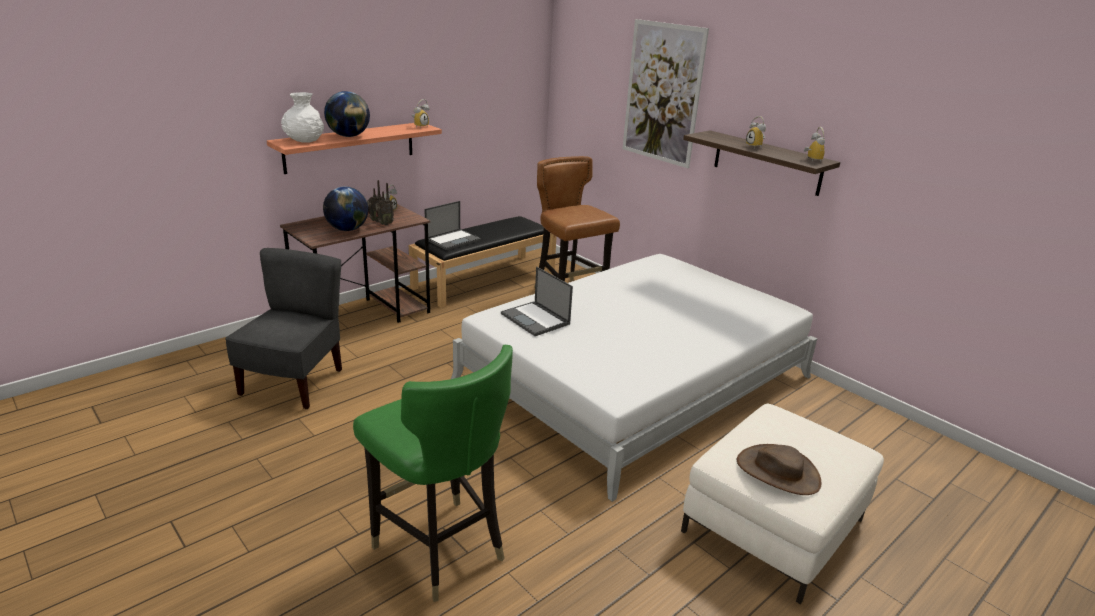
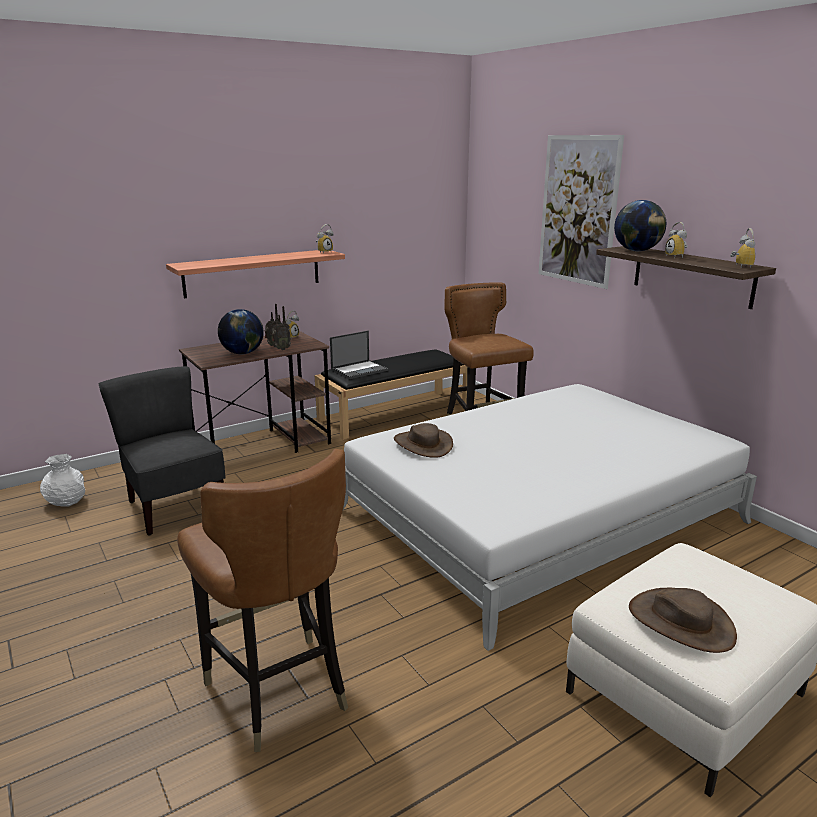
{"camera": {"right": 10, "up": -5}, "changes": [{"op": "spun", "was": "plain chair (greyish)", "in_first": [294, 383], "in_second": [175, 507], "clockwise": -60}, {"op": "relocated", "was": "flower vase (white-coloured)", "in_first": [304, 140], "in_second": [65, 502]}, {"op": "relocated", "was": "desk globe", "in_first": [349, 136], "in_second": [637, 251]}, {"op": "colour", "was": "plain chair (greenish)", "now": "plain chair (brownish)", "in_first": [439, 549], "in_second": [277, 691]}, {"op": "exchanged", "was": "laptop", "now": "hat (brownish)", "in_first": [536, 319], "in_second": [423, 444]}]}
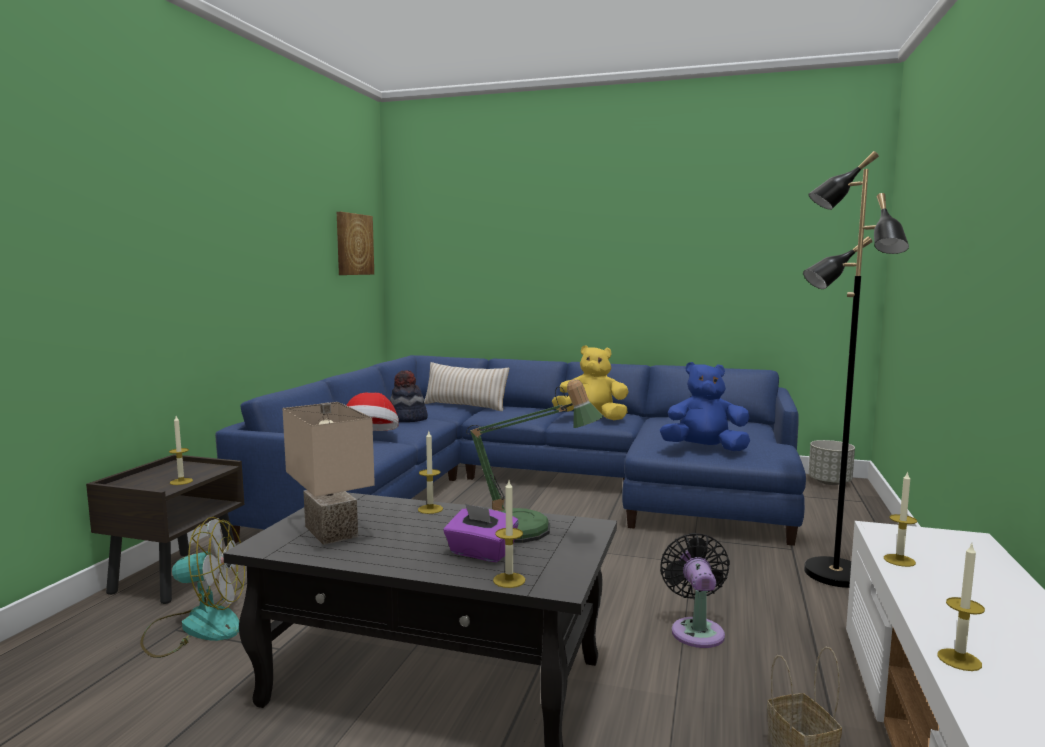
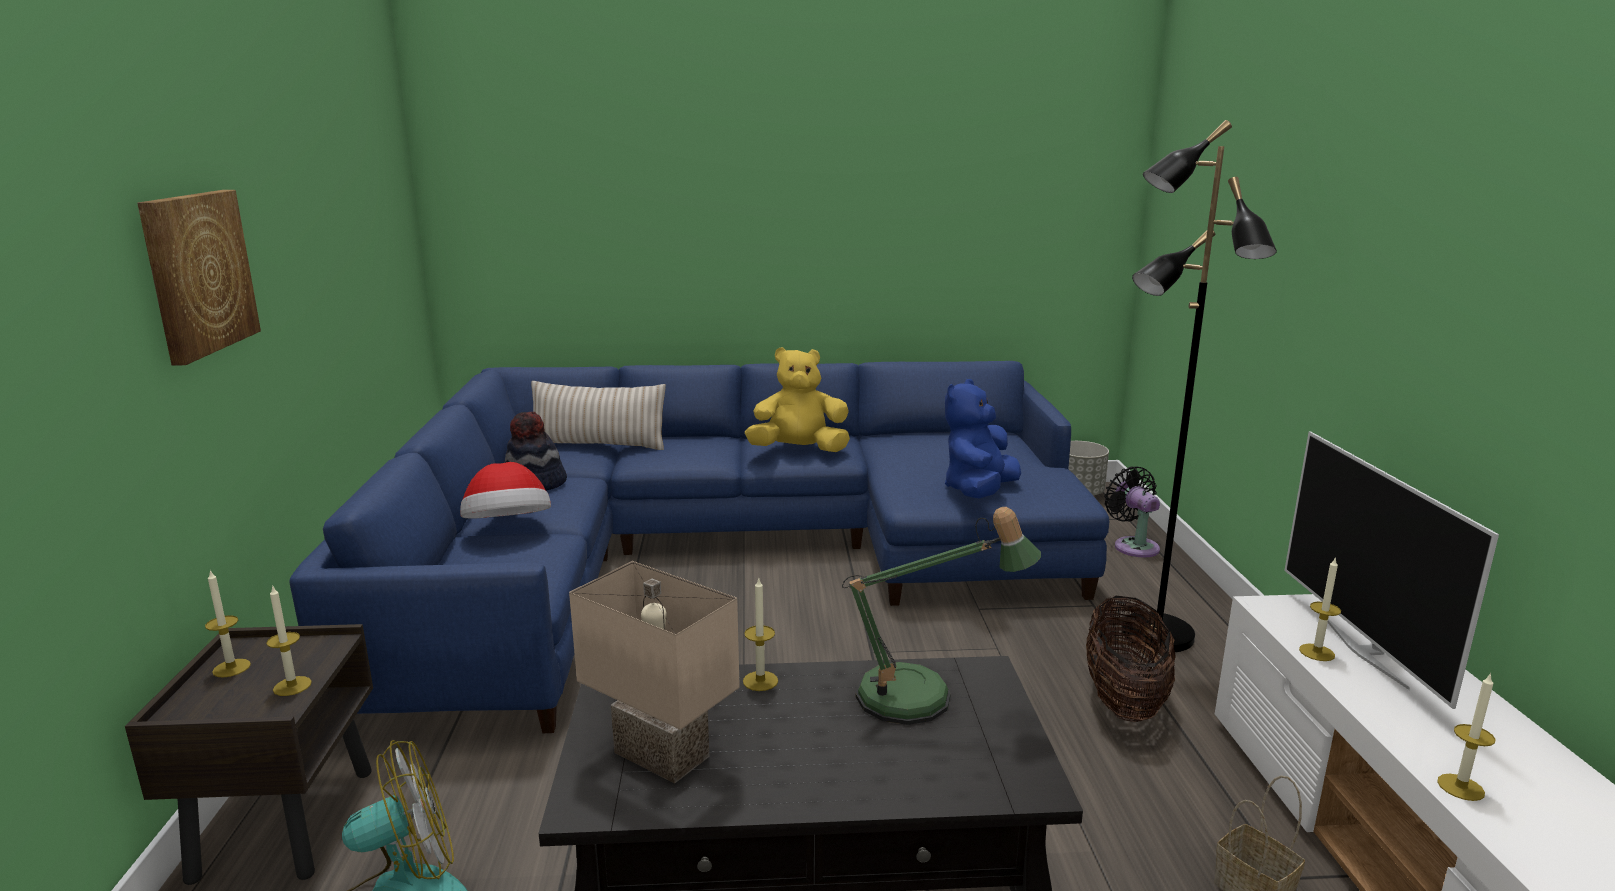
{"camera": {"right": -20, "up": 10}, "changes": [{"op": "relocated", "was": "picture", "in_first": [353, 244], "in_second": [197, 273]}, {"op": "missing", "was": "box of tissues (purplish)", "in_first": [480, 553]}, {"op": "relocated", "was": "candle", "in_first": [509, 580], "in_second": [231, 668]}, {"op": "spun", "was": "cuddly toy (blue-coloured)", "in_first": [704, 449], "in_second": [979, 491], "clockwise": -45}, {"op": "relocated", "was": "electric fan (black)", "in_first": [696, 630], "in_second": [1133, 546]}, {"op": "appeared", "now": "basket", "in_second": [1123, 699]}, {"op": "appeared", "now": "TV set", "in_second": [1365, 651]}]}
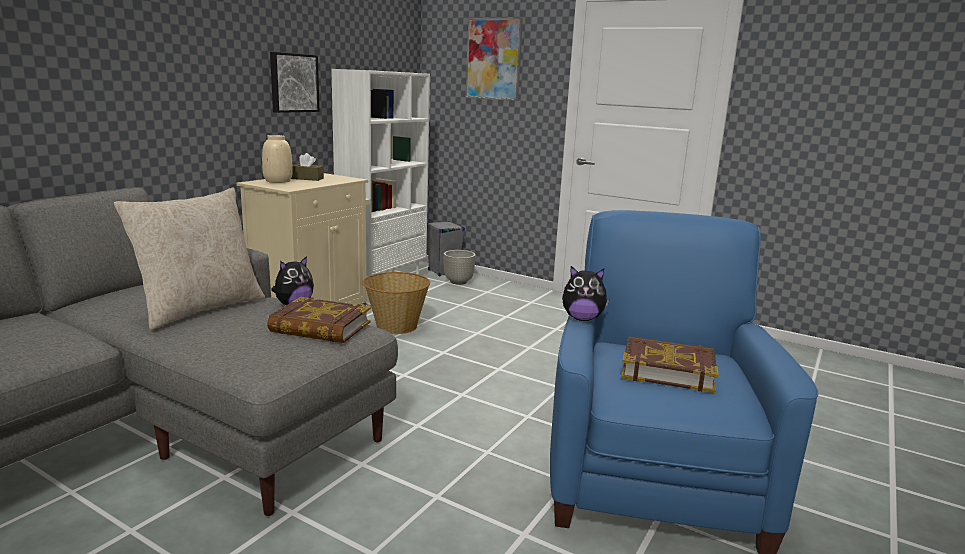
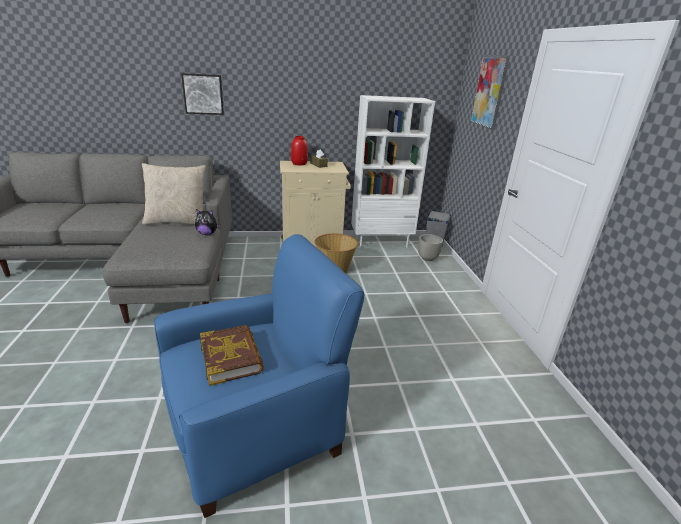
{"camera": {"right": 50, "up": 10}, "changes": [{"op": "colour", "was": "flower vase (beige)", "now": "flower vase (reddish)", "in_first": [277, 181], "in_second": [299, 163]}, {"op": "missing", "was": "book", "in_first": [320, 327]}, {"op": "relocated", "was": "picture", "in_first": [293, 83], "in_second": [203, 94]}, {"op": "missing", "was": "cuddly toy", "in_first": [582, 318]}]}
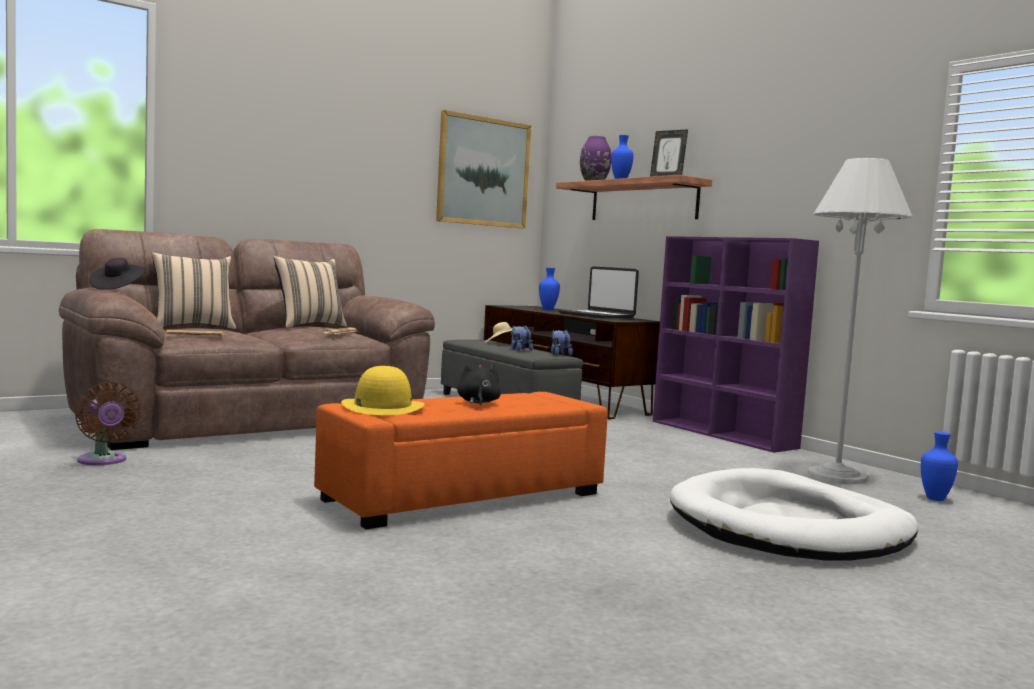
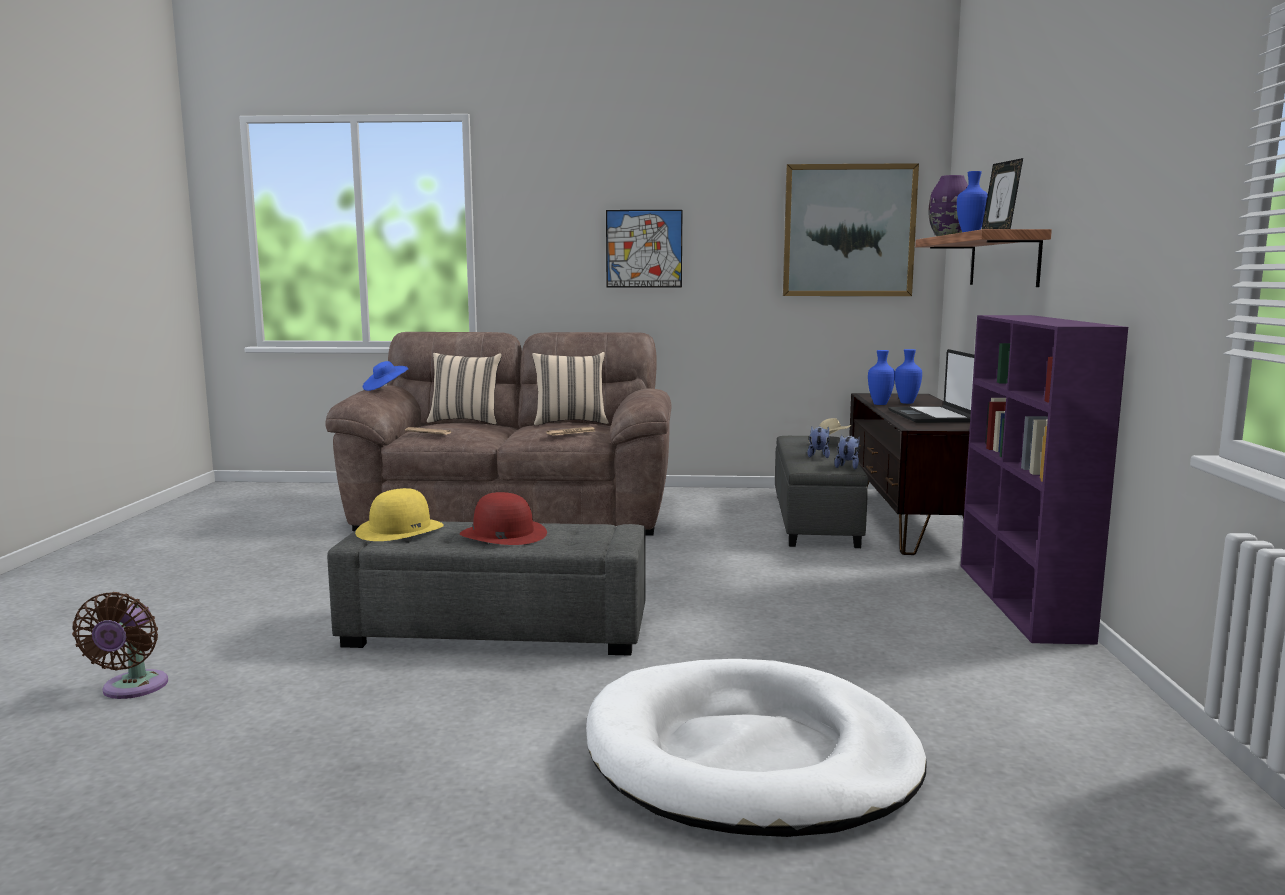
{"camera": {"right": 40, "up": 5}, "changes": [{"op": "relocated", "was": "electric fan (brownish)", "in_first": [103, 461], "in_second": [132, 689]}, {"op": "colour", "was": "hat (black)", "now": "hat (blue-coloured)", "in_first": [117, 288], "in_second": [385, 388]}, {"op": "colour", "was": "ottoman (orange-coloured)", "now": "ottoman (greyish)", "in_first": [464, 496], "in_second": [496, 630]}, {"op": "exchanged", "was": "cuddly toy (black)", "now": "hat (reddish)", "in_first": [478, 402], "in_second": [503, 534]}, {"op": "missing", "was": "floor lamp (white-coloured)", "in_first": [837, 476]}, {"op": "relocated", "was": "flower vase (blue-coloured)", "in_first": [936, 499], "in_second": [879, 404]}, {"op": "appeared", "now": "picture", "in_second": [644, 248]}]}
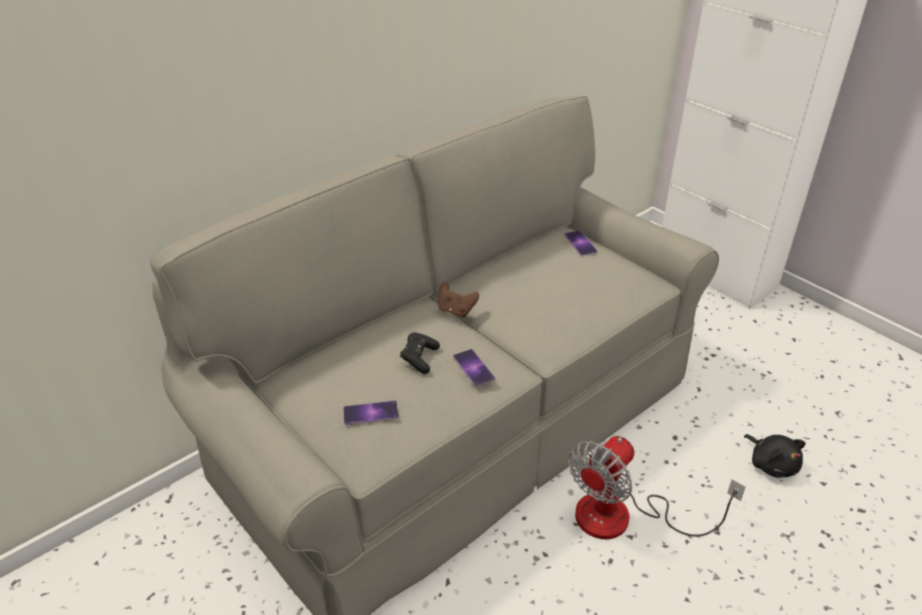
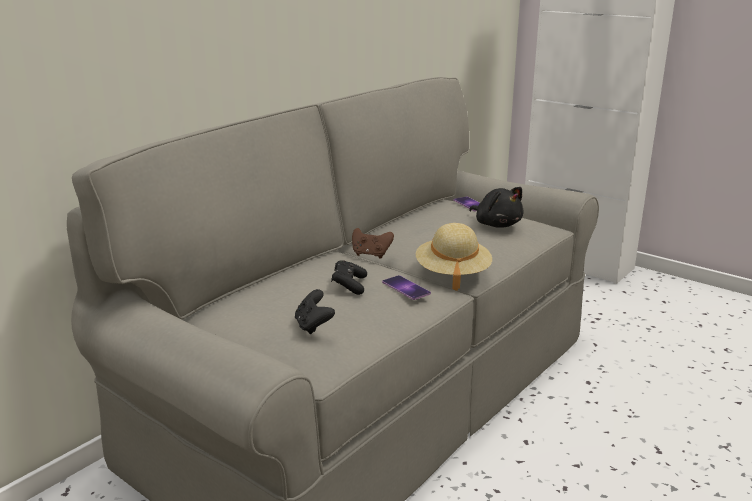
{"camera": {"right": -10, "up": -15}, "changes": [{"op": "exchanged", "was": "phone", "now": "gamepad (black)", "in_first": [370, 413], "in_second": [313, 326]}, {"op": "missing", "was": "electric fan", "in_first": [623, 518]}, {"op": "relocated", "was": "cuddly toy (black)", "in_first": [771, 464], "in_second": [496, 224]}, {"op": "appeared", "now": "hat (beige)", "in_second": [452, 274]}]}
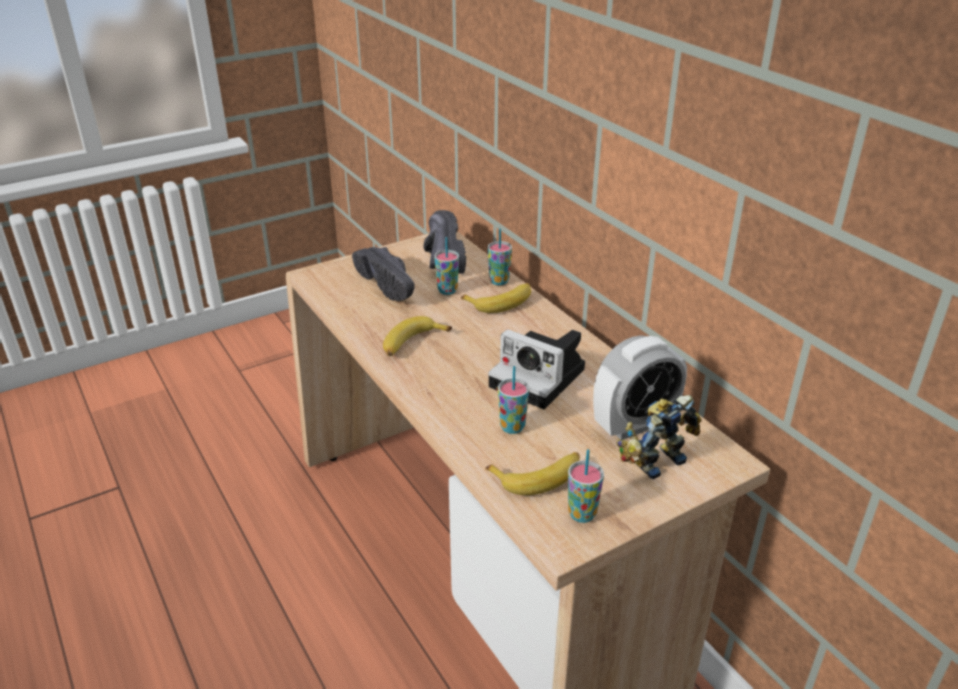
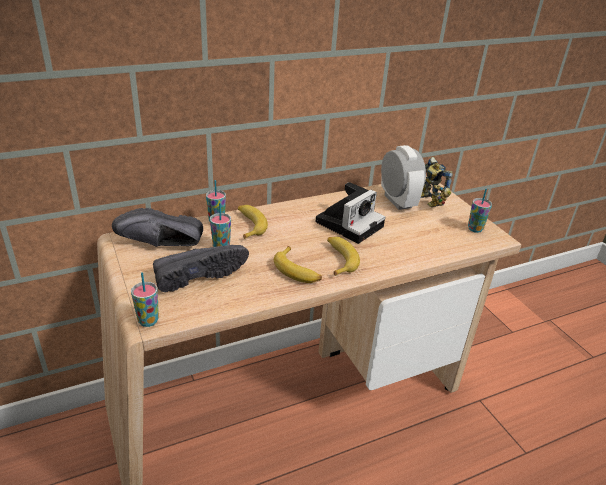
{"camera": {"right": -85, "up": 0}, "changes": [{"op": "relocated", "was": "banana fruit", "in_first": [538, 477], "in_second": [339, 259]}, {"op": "relocated", "was": "drinking cup", "in_first": [512, 427], "in_second": [148, 321]}]}
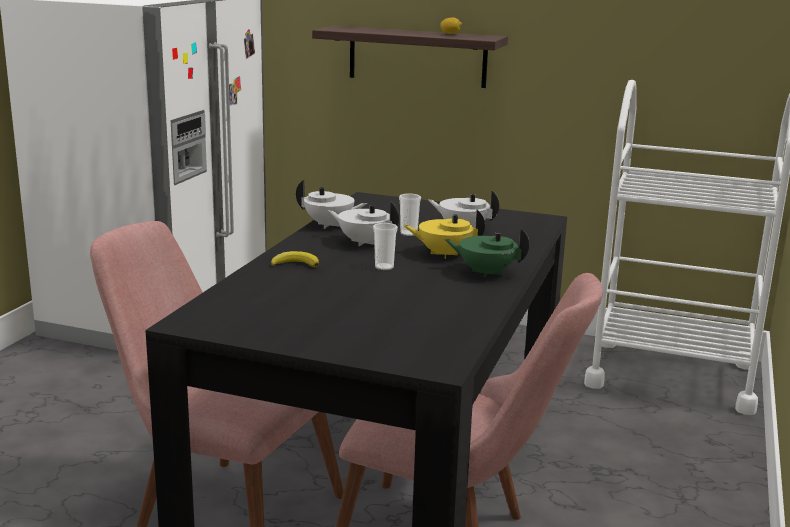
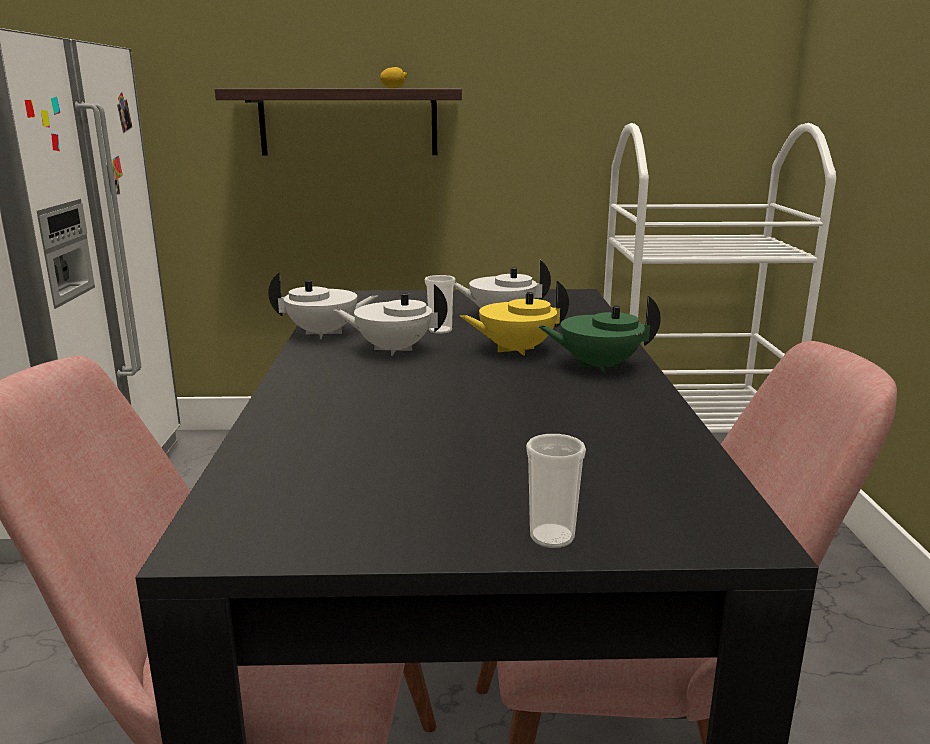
{"camera": {"right": -20, "up": 0}, "changes": [{"op": "missing", "was": "banana fruit", "in_first": [295, 264]}, {"op": "relocated", "was": "drinking cup", "in_first": [384, 267], "in_second": [552, 537]}]}
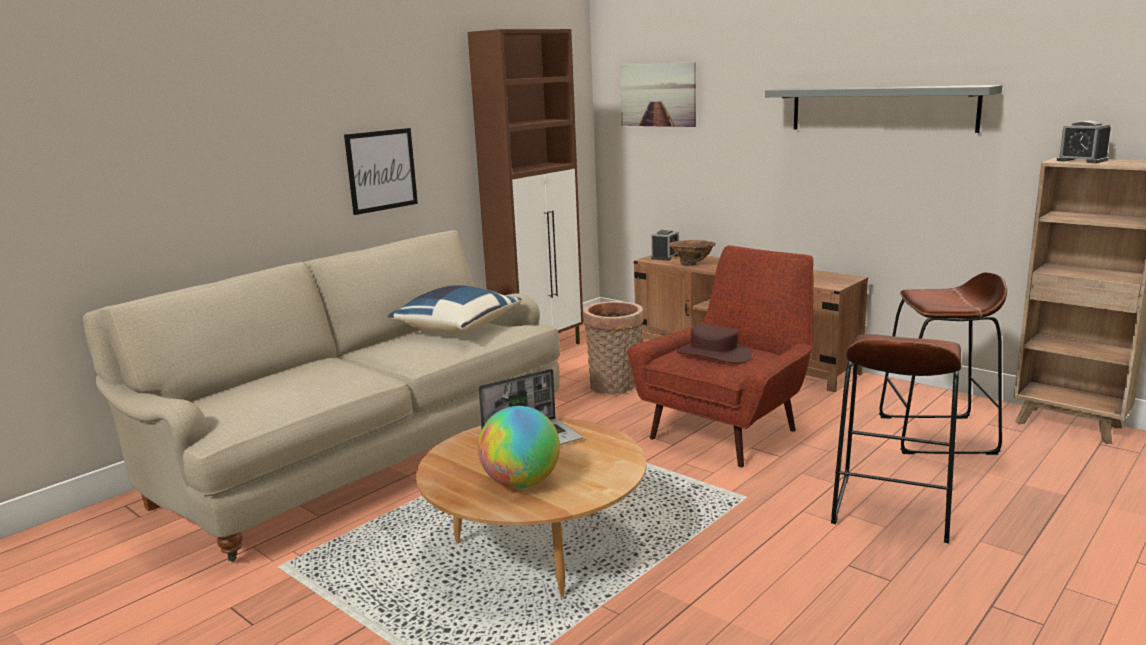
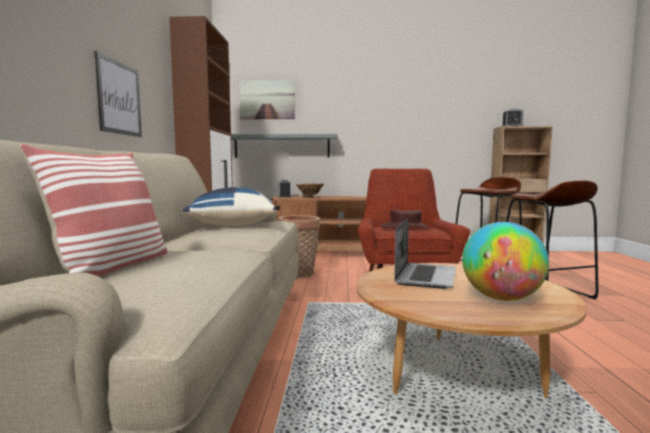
{"camera": {"right": -40, "up": -10}, "changes": [{"op": "relocated", "was": "wall shelf (greyish)", "in_first": [881, 109], "in_second": [282, 146]}, {"op": "appeared", "now": "throw pillow", "in_second": [112, 267]}]}
